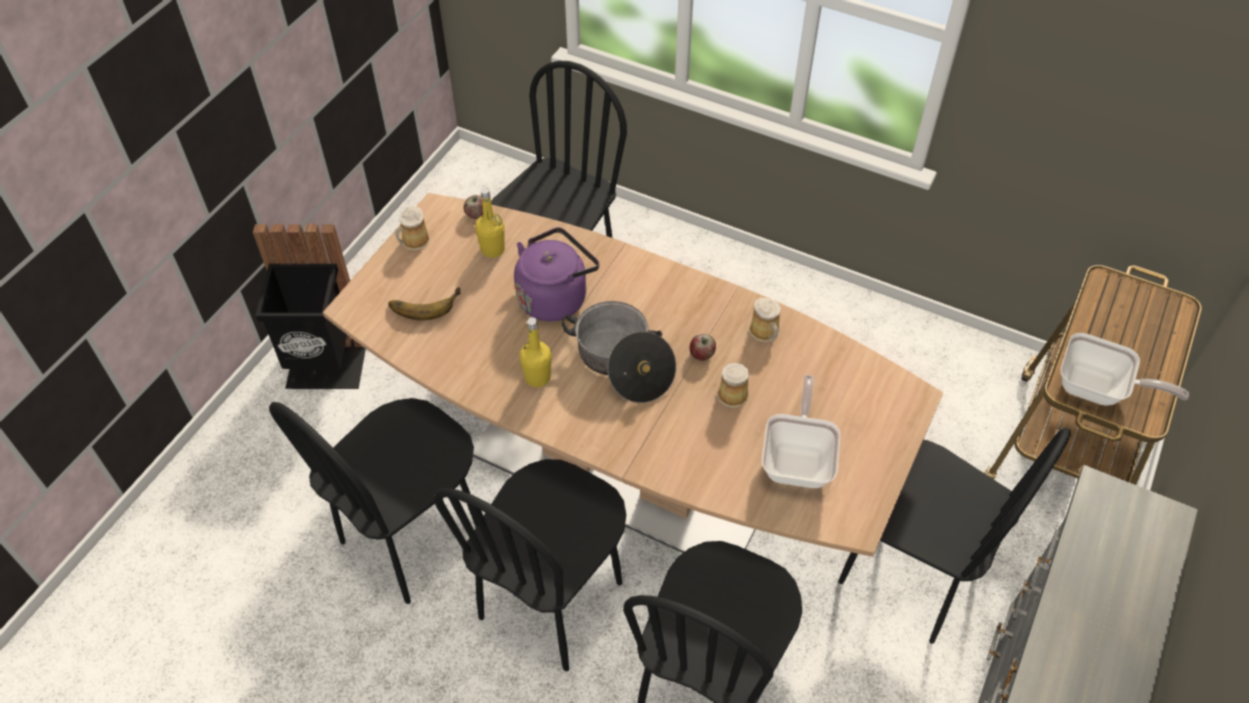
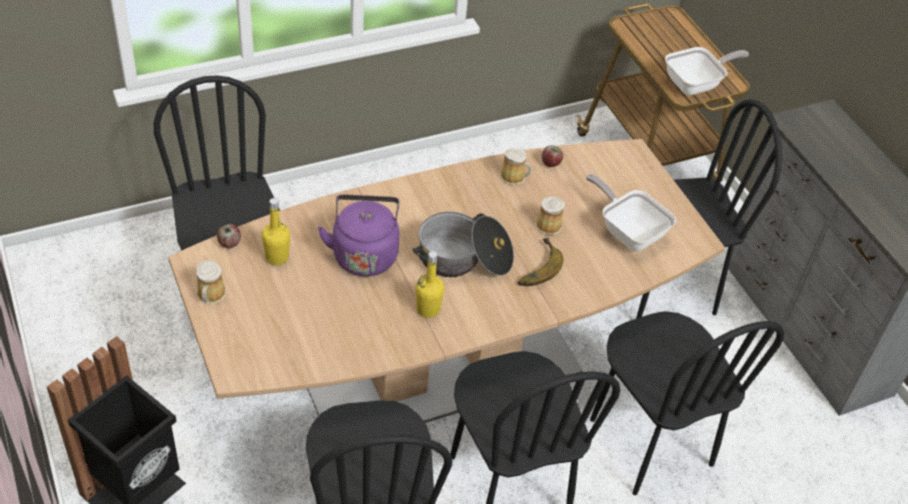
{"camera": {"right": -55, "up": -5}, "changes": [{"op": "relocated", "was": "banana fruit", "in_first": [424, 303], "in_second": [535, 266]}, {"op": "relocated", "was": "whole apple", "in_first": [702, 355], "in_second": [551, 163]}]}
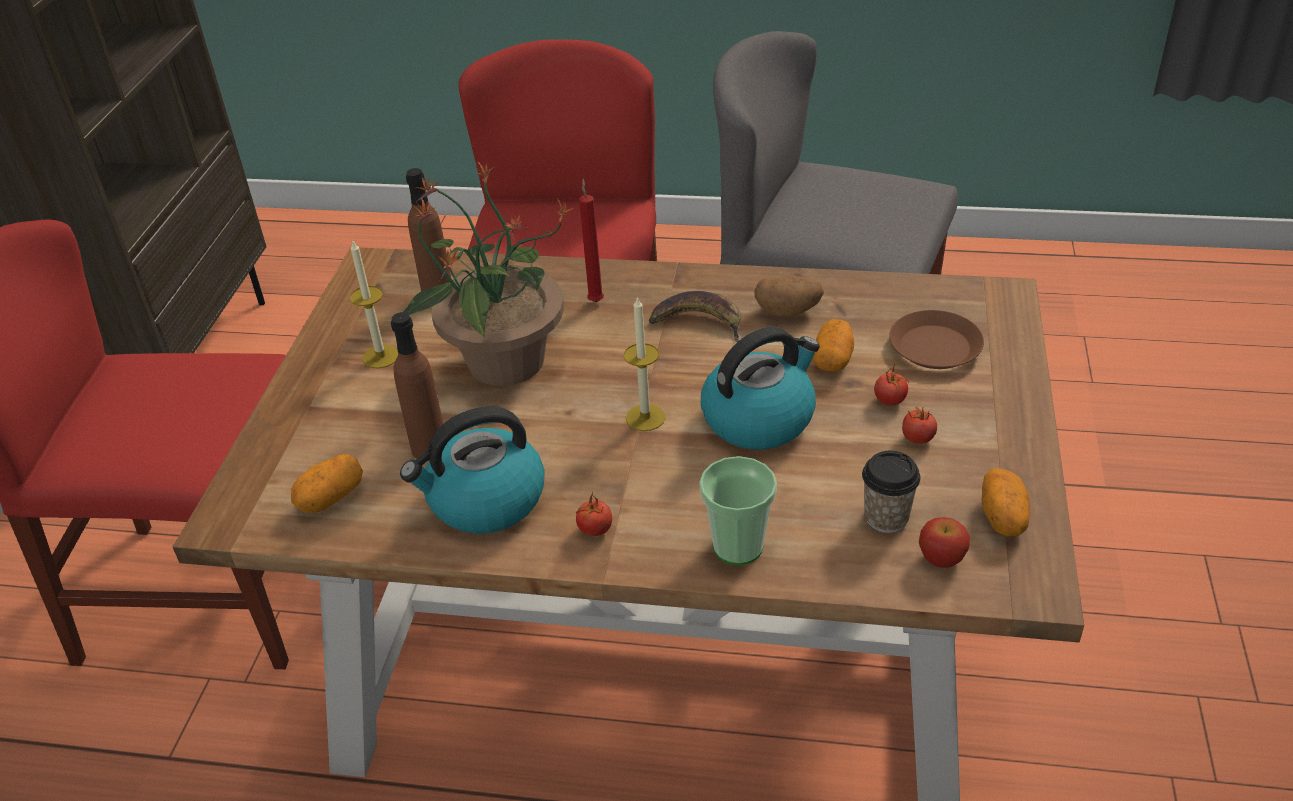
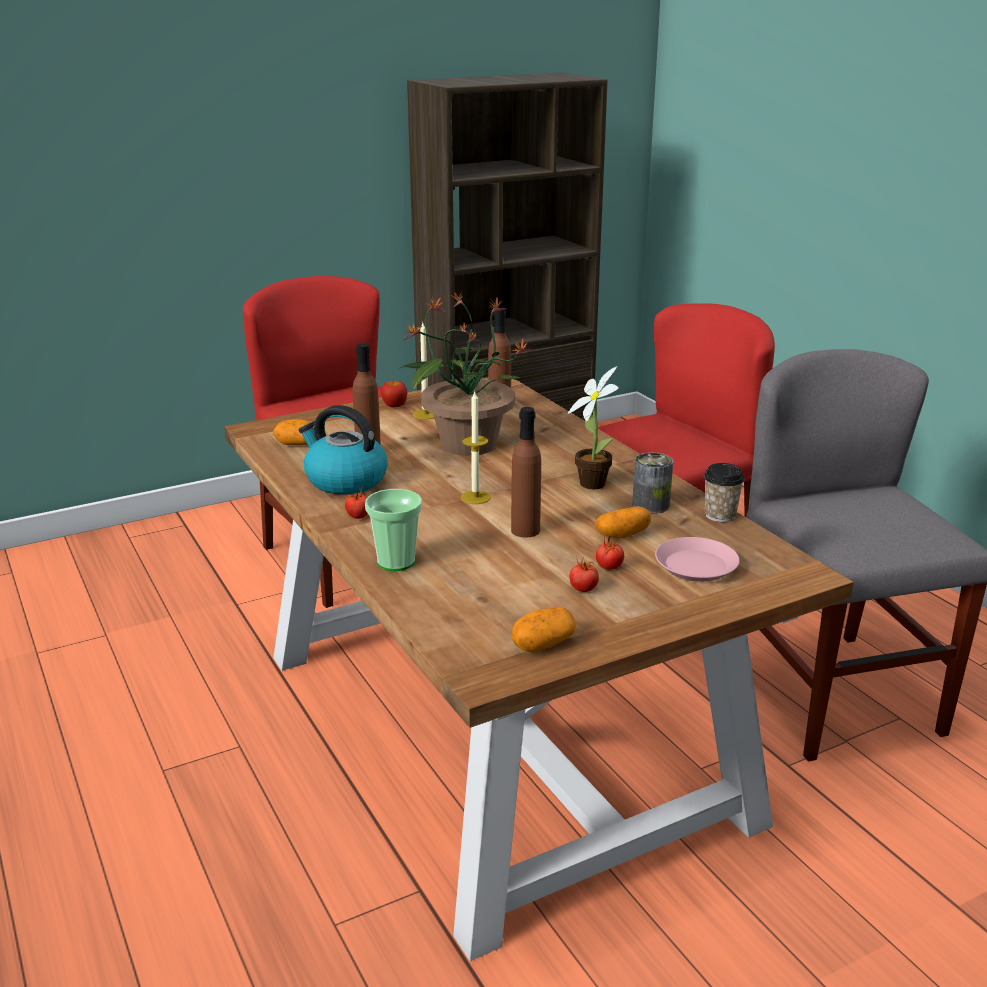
{"camera": {"right": 50, "up": -15}, "changes": [{"op": "missing", "was": "candle (reddish)", "in_first": [595, 300]}, {"op": "exchanged", "was": "banana fruit", "now": "houseplant", "in_first": [698, 322], "in_second": [592, 482]}, {"op": "exchanged", "was": "tea kettle", "now": "bottle (brownish)", "in_first": [759, 418], "in_second": [525, 530]}, {"op": "exchanged", "was": "potato", "now": "sealed can", "in_first": [788, 311], "in_second": [651, 505]}, {"op": "relocated", "was": "drinking cup", "in_first": [886, 517], "in_second": [720, 515]}, {"op": "colour", "was": "plate (brownish)", "now": "plate (pinkish)", "in_first": [935, 347], "in_second": [696, 566]}, {"op": "relocated", "was": "whole apple", "in_first": [941, 559], "in_second": [394, 405]}]}
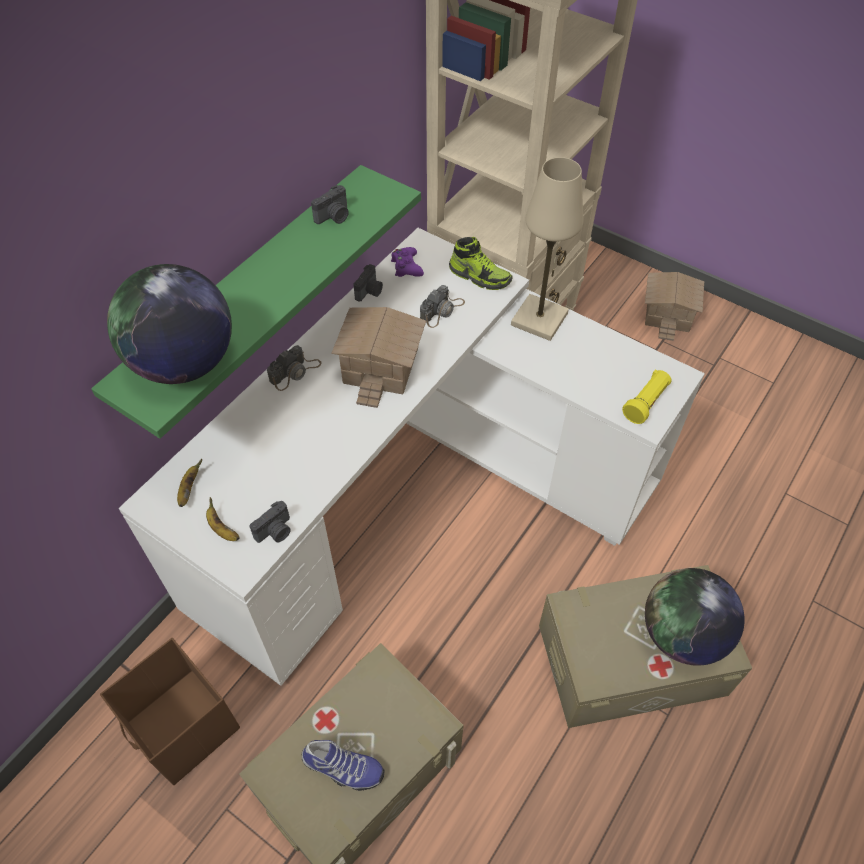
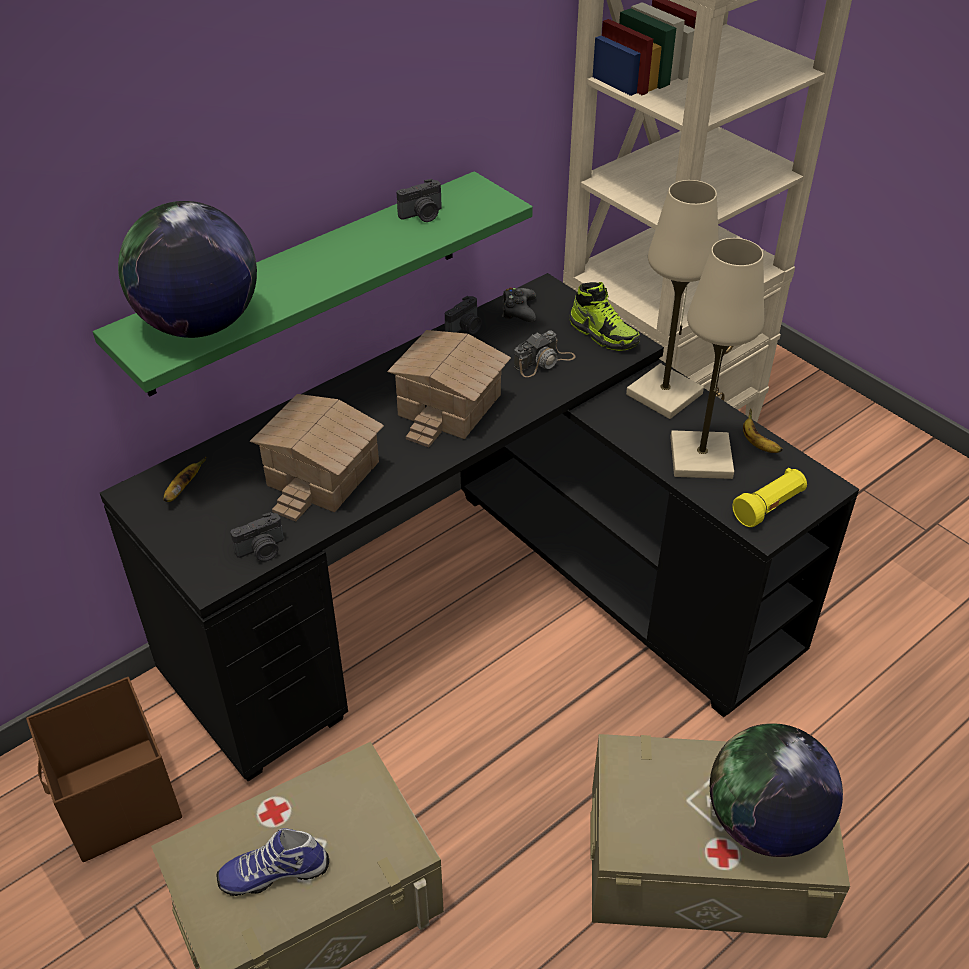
{"camera": {"right": 15, "up": -10}, "changes": [{"op": "colour", "was": "desk unit (white-coloured)", "now": "desk unit (black)", "in_first": [415, 494], "in_second": [484, 603]}, {"op": "relocated", "was": "banana fruit", "in_first": [222, 529], "in_second": [757, 444]}, {"op": "missing", "was": "still camera", "in_first": [295, 372]}, {"op": "spun", "was": "item of footwear", "in_first": [342, 769], "in_second": [274, 871], "clockwise": 135}, {"op": "colour", "was": "gamepad (purplish)", "now": "gamepad (black)", "in_first": [406, 267], "in_second": [518, 310]}, {"op": "relocated", "was": "miniature house", "in_first": [669, 313], "in_second": [325, 474]}, {"op": "appeared", "now": "table lamp (beige)", "in_second": [701, 458]}]}
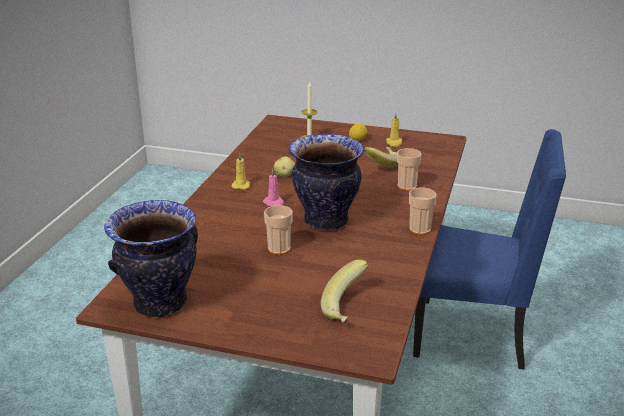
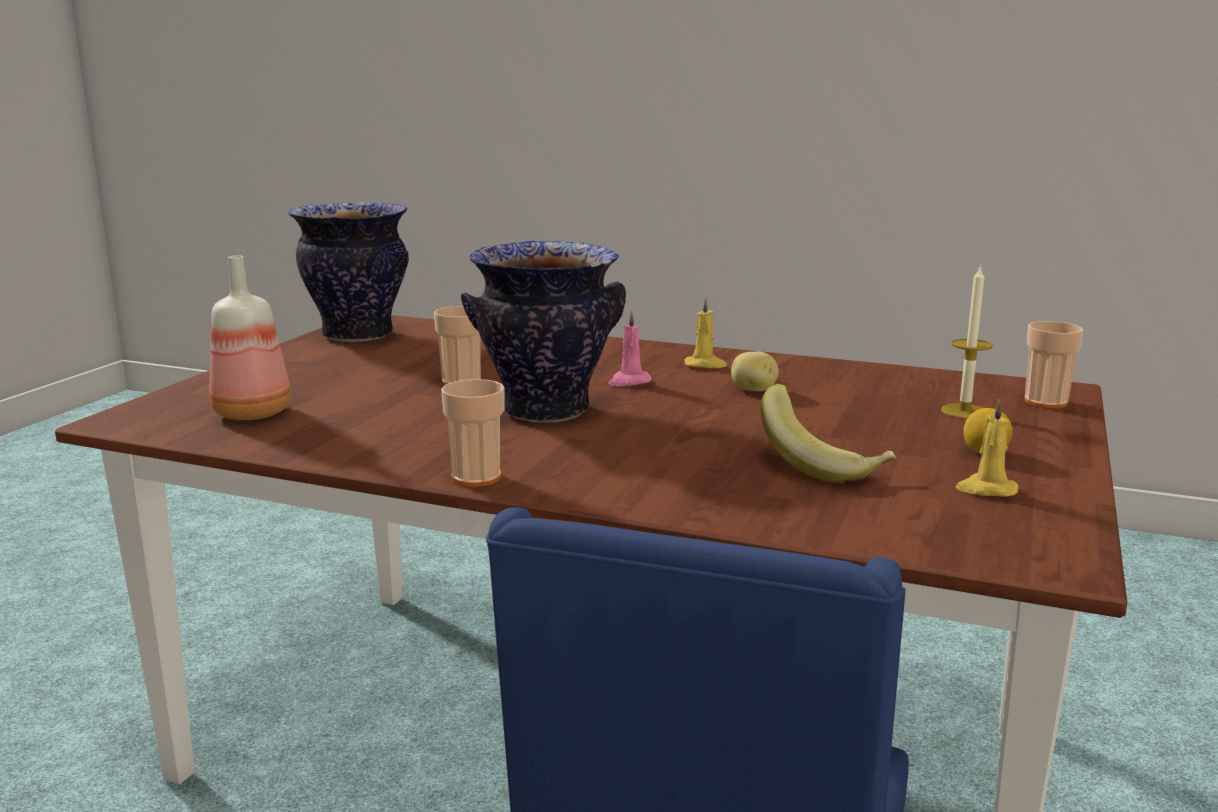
{"camera": {"right": 95, "up": -10}, "changes": [{"op": "exchanged", "was": "banana fruit", "now": "bottle", "in_first": [348, 308], "in_second": [250, 413]}, {"op": "relocated", "was": "drinking cup", "in_first": [407, 186], "in_second": [1045, 402]}]}
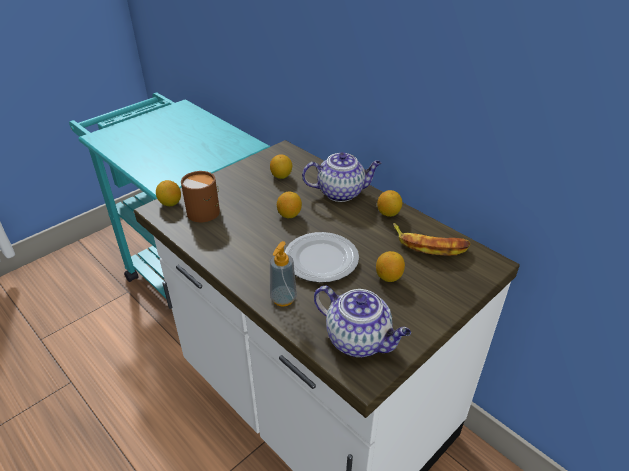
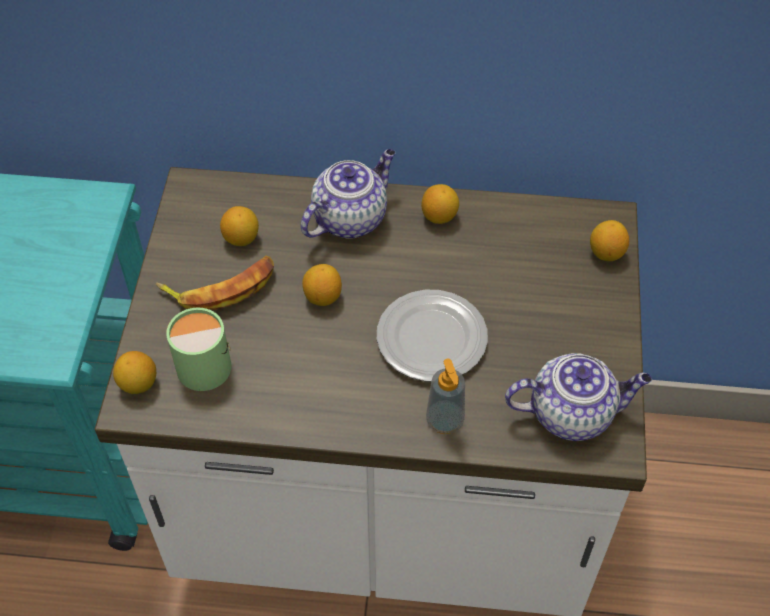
{"camera": {"right": -40, "up": 15}, "changes": [{"op": "colour", "was": "coffee mug (brownish)", "now": "coffee mug (greenish)", "in_first": [206, 210], "in_second": [204, 362]}, {"op": "relocated", "was": "lemon", "in_first": [388, 277], "in_second": [606, 253]}, {"op": "relocated", "was": "banana fruit", "in_first": [430, 244], "in_second": [221, 287]}]}
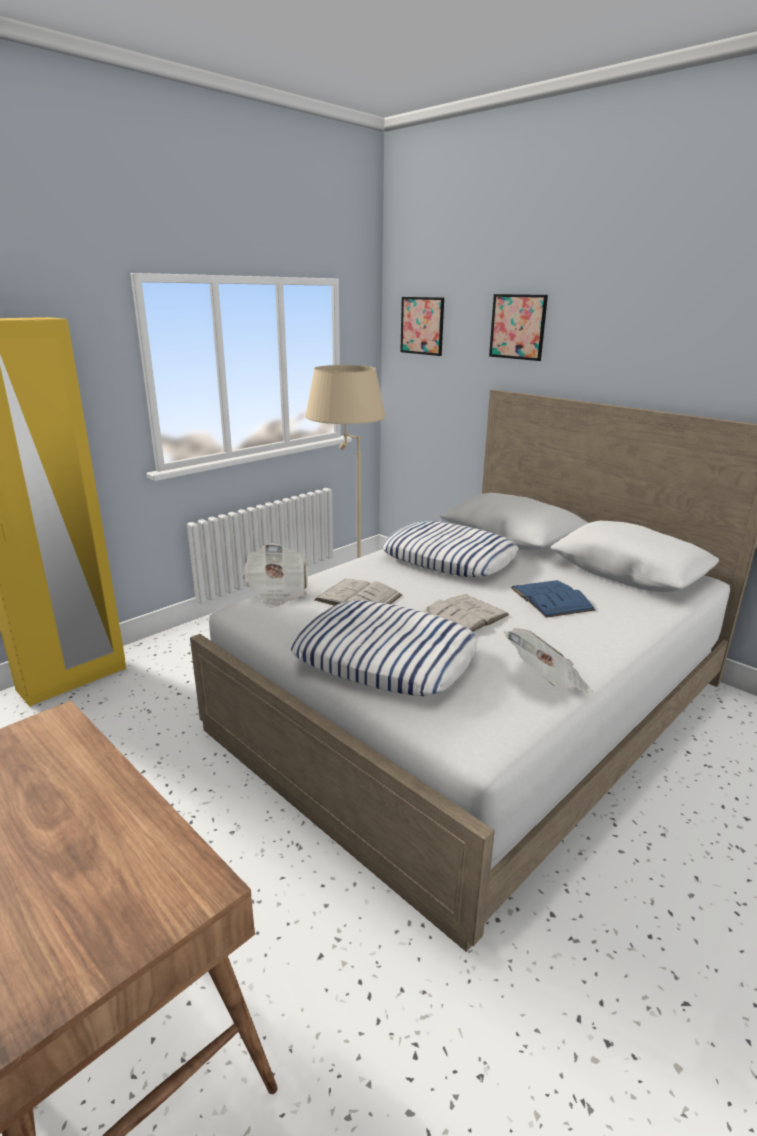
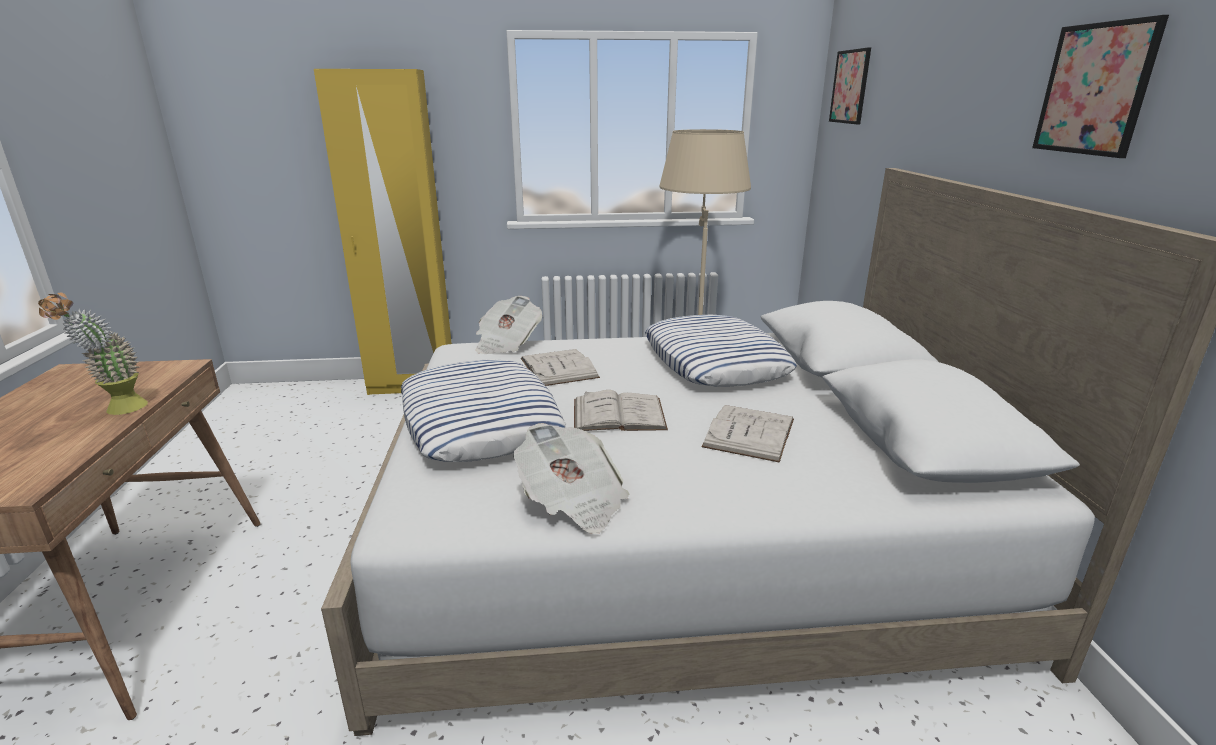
{"camera": {"right": 40, "up": 0}, "changes": [{"op": "relocated", "was": "picture", "in_first": [517, 327], "in_second": [1095, 89]}, {"op": "colour", "was": "book (blue-coloured)", "now": "book (white-coloured)", "in_first": [551, 599], "in_second": [749, 432]}, {"op": "appeared", "now": "houseplant", "in_second": [117, 411]}]}
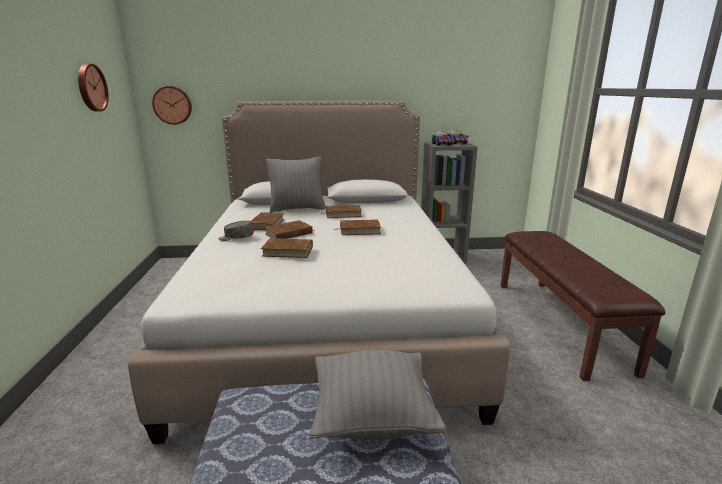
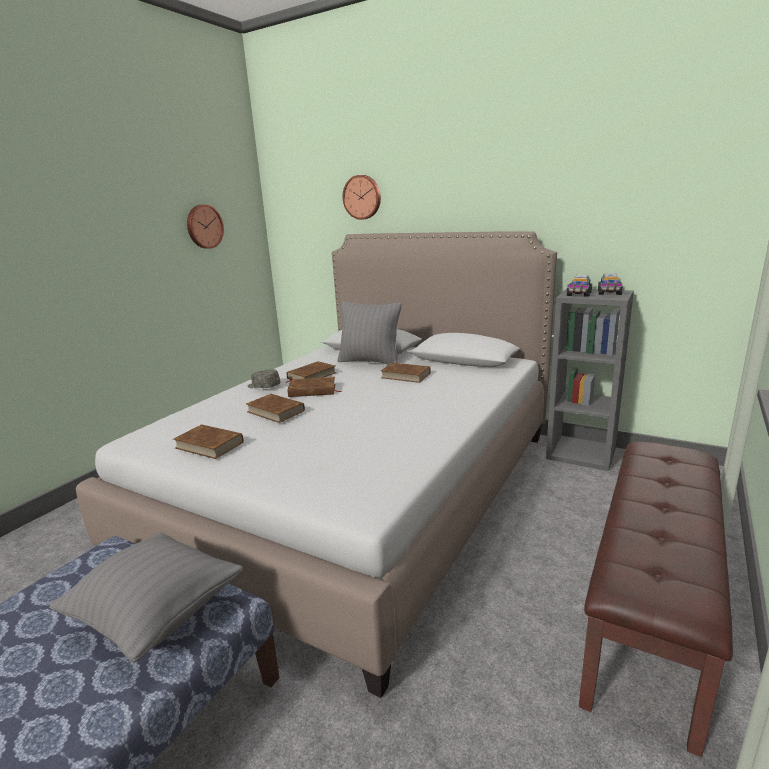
{"camera": {"right": 35, "up": 0}, "changes": [{"op": "relocated", "was": "clock on the wall", "in_first": [172, 105], "in_second": [362, 197]}, {"op": "relocated", "was": "book (brownish)", "in_first": [359, 230], "in_second": [209, 445]}]}
